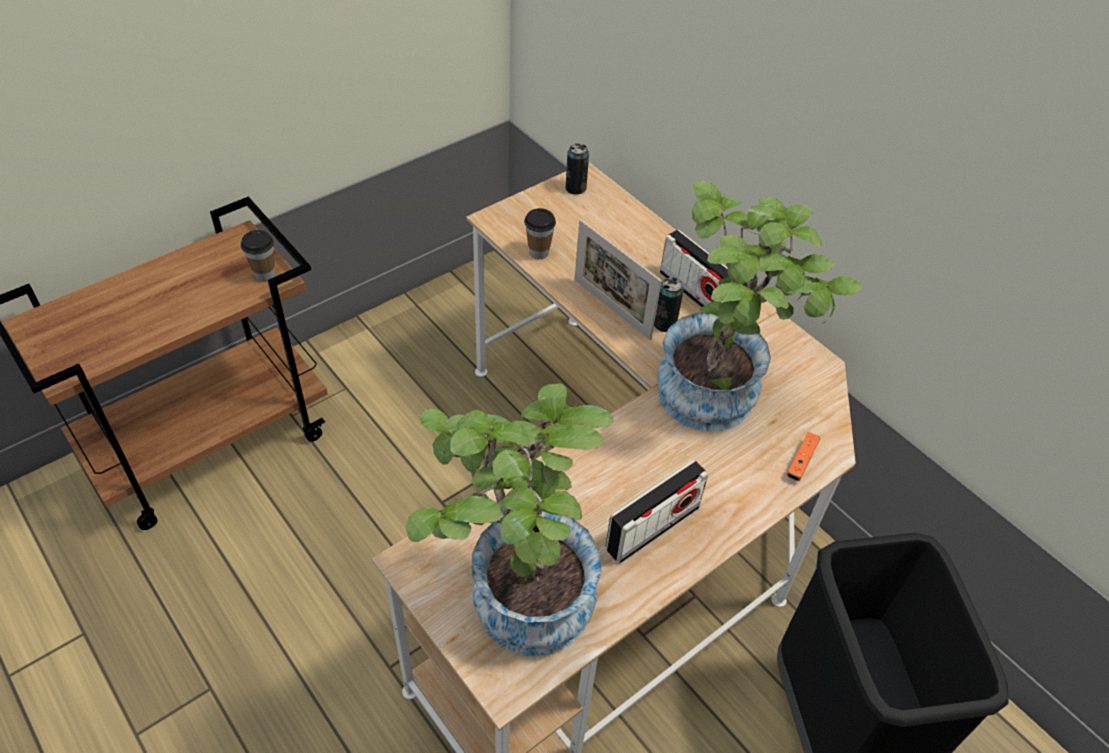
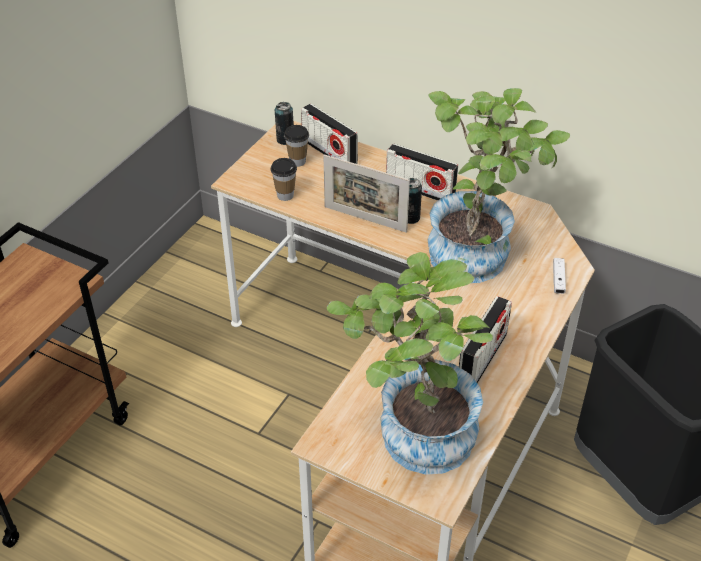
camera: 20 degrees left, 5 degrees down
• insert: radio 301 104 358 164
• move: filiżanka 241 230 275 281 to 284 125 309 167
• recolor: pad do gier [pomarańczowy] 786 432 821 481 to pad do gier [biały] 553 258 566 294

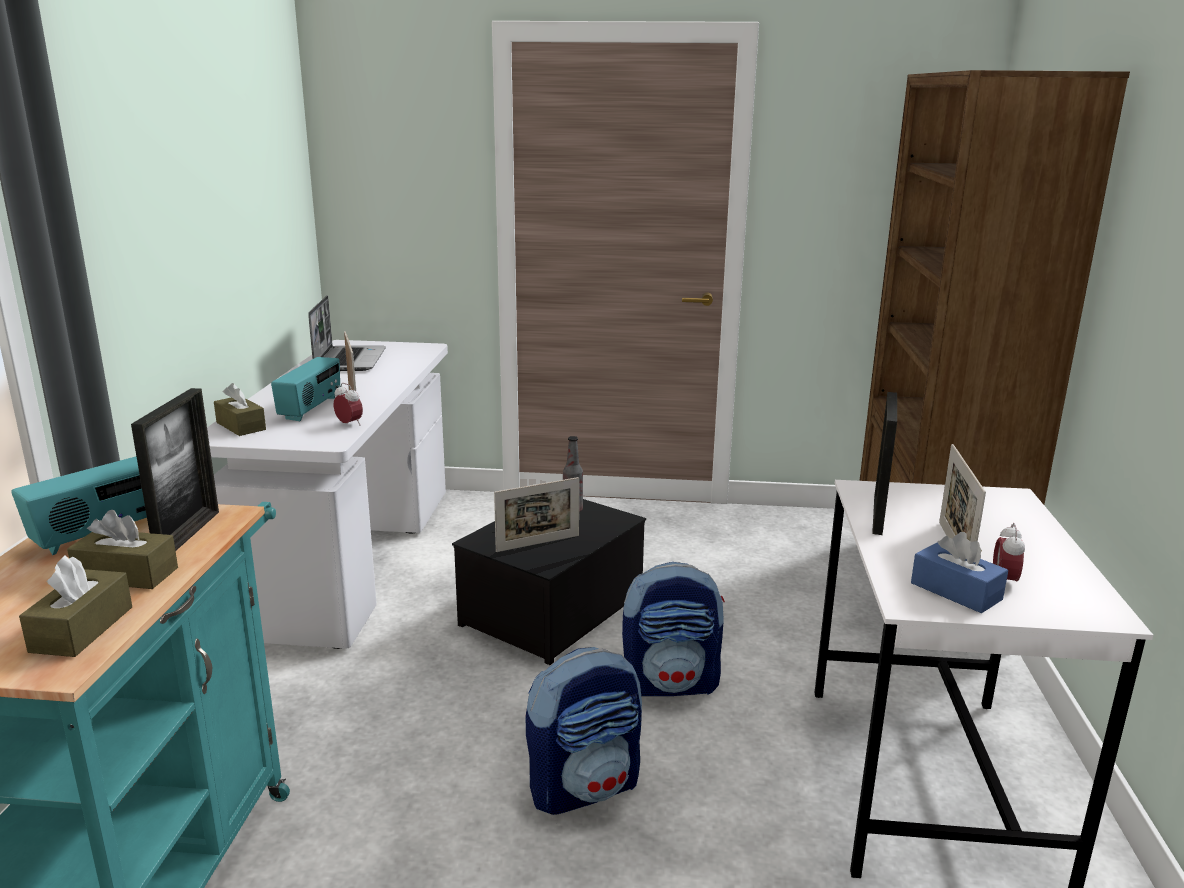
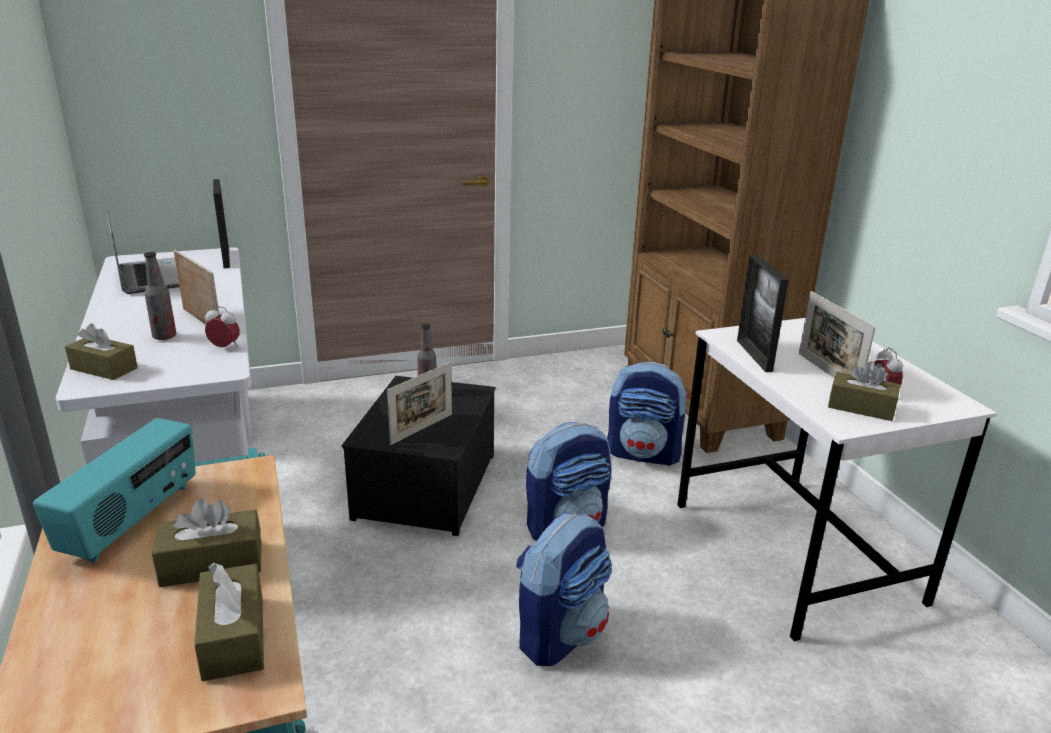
camera: 25 degrees left, 5 degrees up
• insert: plecak 607 361 690 466
• move: ramka na zdjęcie 131 388 219 551 to 213 179 230 268
• replace: radio 271 357 340 421 to butelka 144 252 176 340
• recolor: pudełko chusteczek [niebieski] 911 532 1008 613 to pudełko chusteczek [brązowy] 828 361 900 421

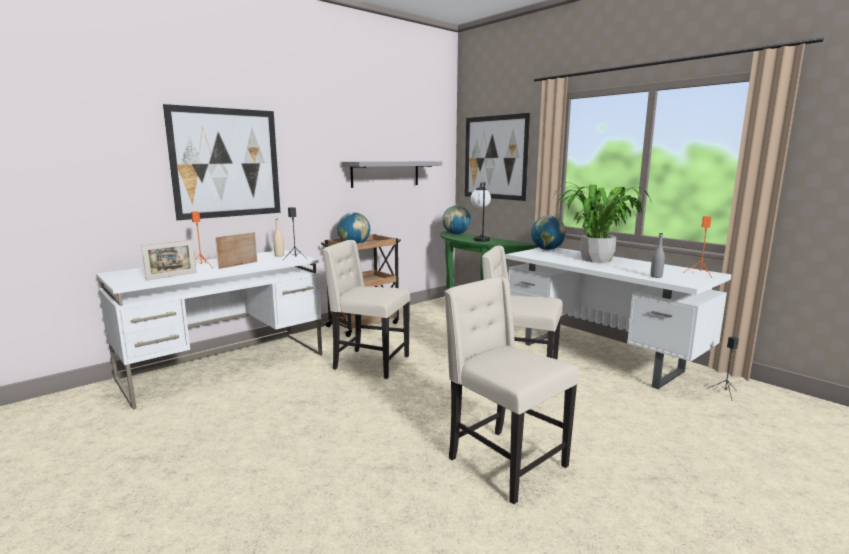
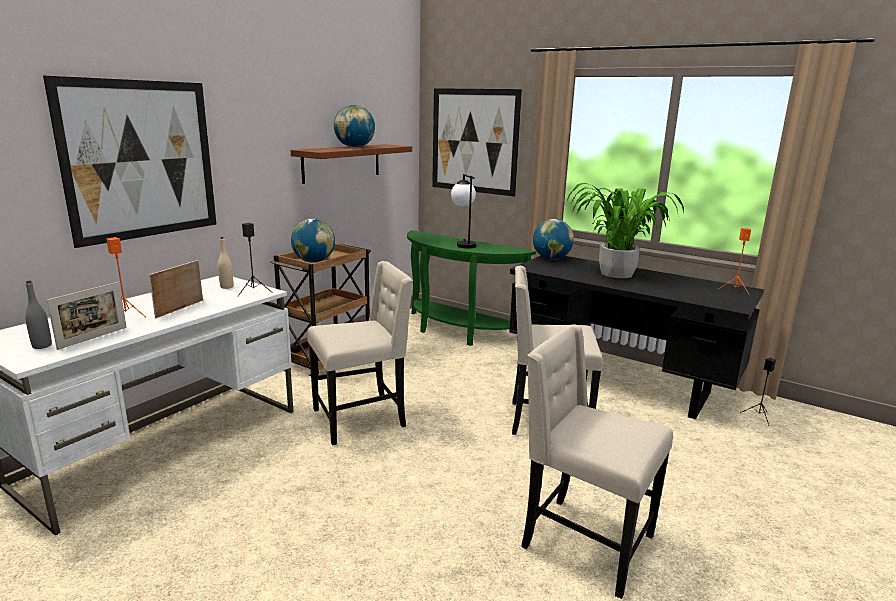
camera: 15 degrees left, 5 degrees up
• move: globus 442 206 471 234 to 334 105 375 148
• move: butelka [szary] 650 233 665 278 to 25 281 52 349
• recolor: półka [szary] 342 161 442 188 to półka [brązowy] 291 144 412 184
• recolor: biurko [biały] 505 248 732 389 to biurko [czarny] 509 256 764 420
• rotate: krzesło [beżowy] 322 240 410 379 = 307 261 413 445 150 degrees clockwise

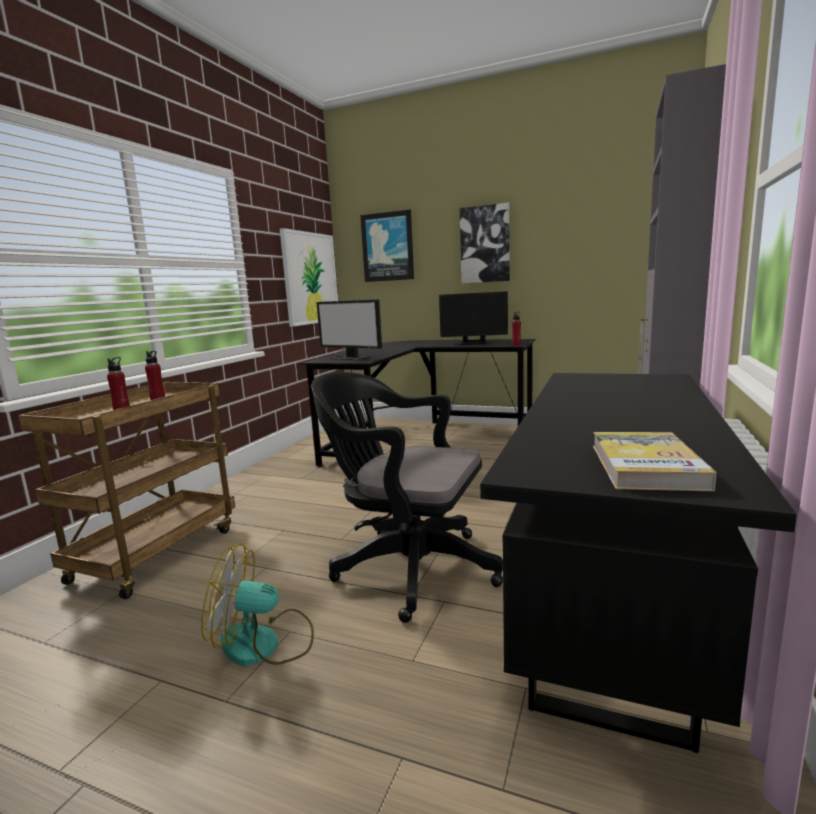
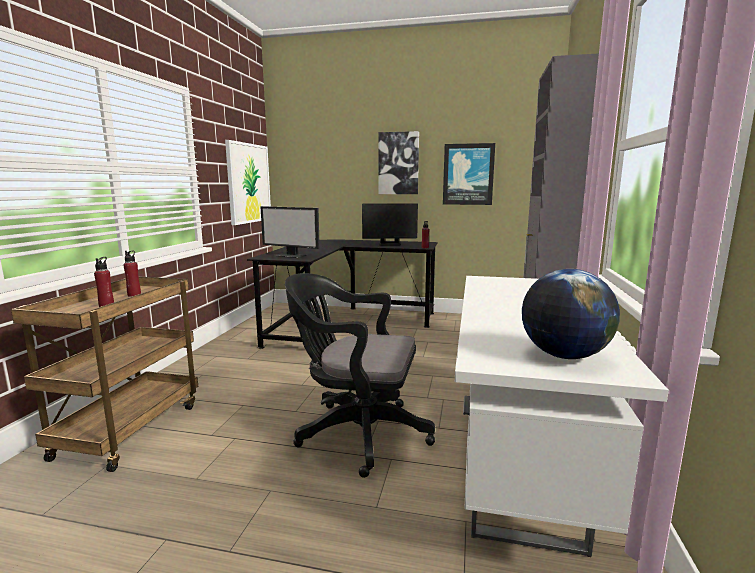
camera: 10 degrees left, 0 degrees up
• delete: wentylator 201 543 314 666
• move: obraz 360 210 414 282 to 443 143 495 205
• replace: książka 593 432 717 491 to globus 522 269 620 359
• recolor: biurko [czarny] 480 373 797 754 to biurko [biały] 455 276 669 557

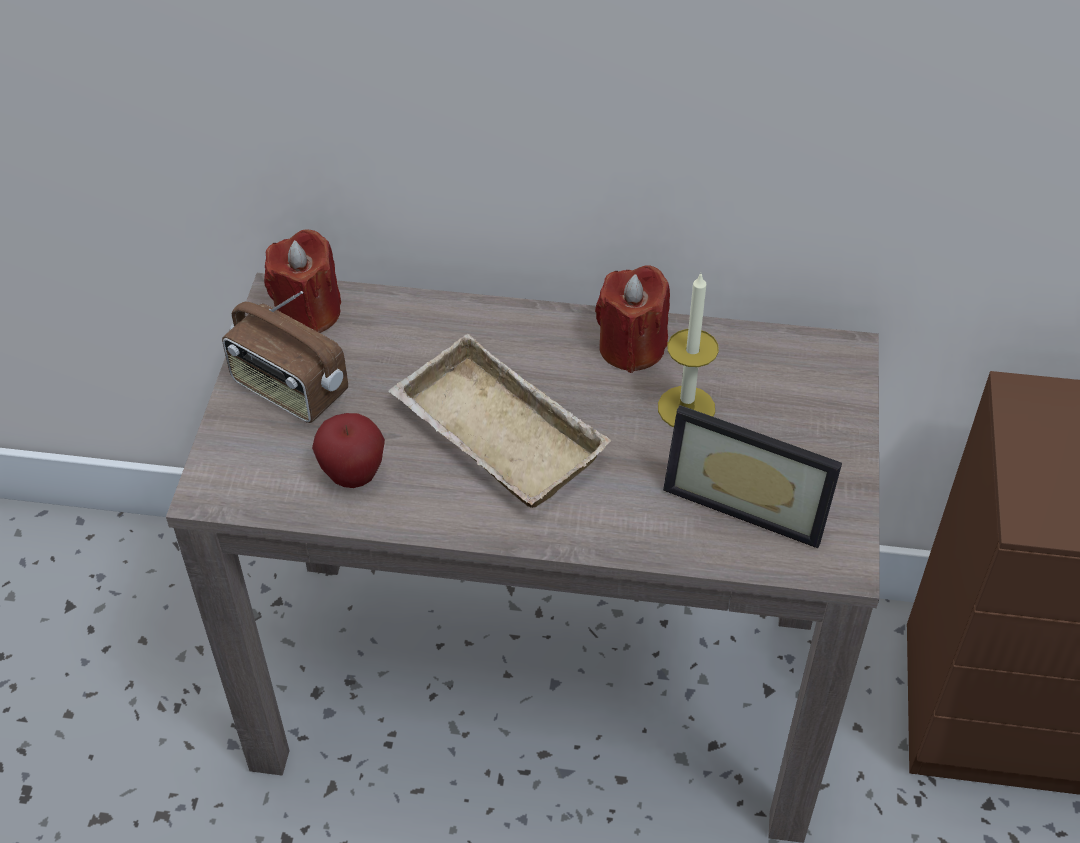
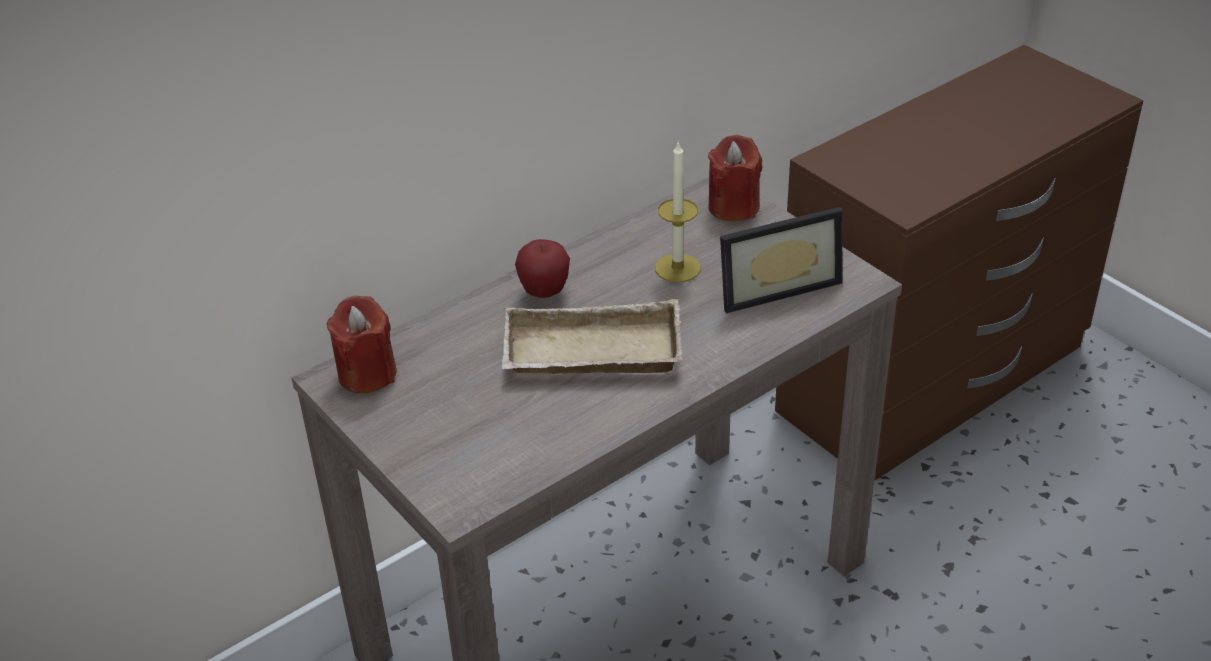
camera: 45 degrees left, 10 degrees down
• delete: radio 222 291 348 423
• move: jabłko 312 413 385 488 to 515 239 570 298
• move: świeca [czerwony] 595 265 670 373 to 708 135 762 221

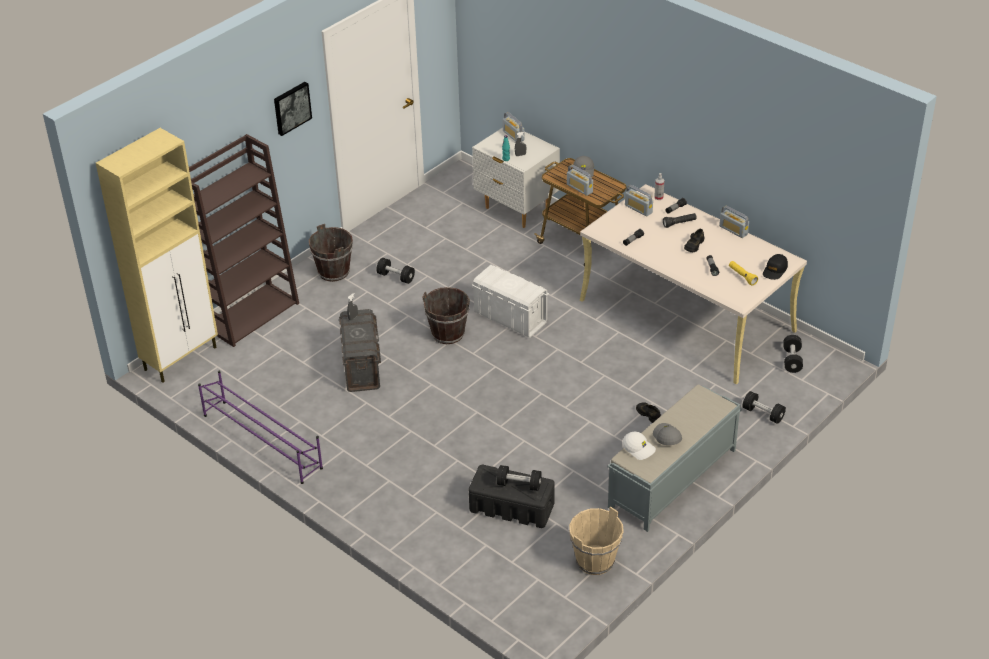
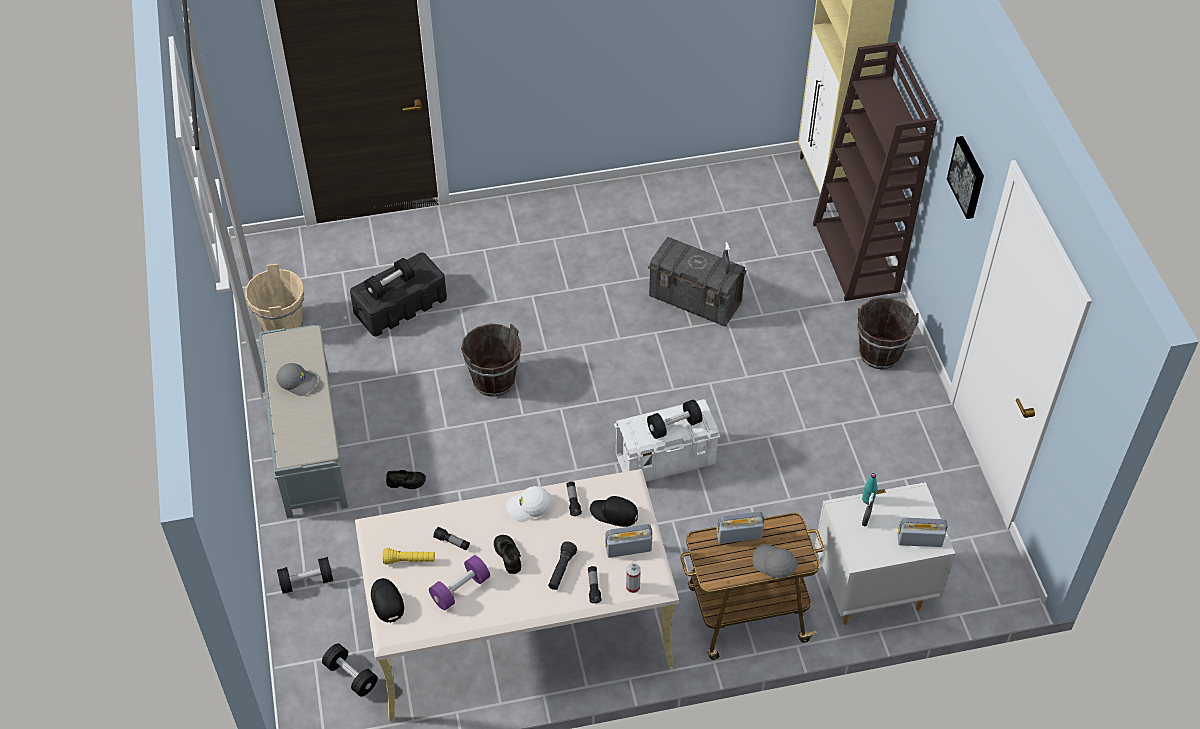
camera: 125 degrees right, 10 degrees up
• delete: regał na buty [fioletowy] 198 370 323 484
• delete: radio 719 206 749 238
• insert: hantel [fioletowy] 429 555 490 610
• insert: czapka z daszkiem [czarny] 590 496 638 527
• move: hantel [czarny] 376 258 415 284 to 647 400 703 439
• move: wiadro [brązowy] 422 287 470 344 to 461 324 522 397
• move: czapka z daszkiem [biały] 623 432 656 460 to 506 486 551 522

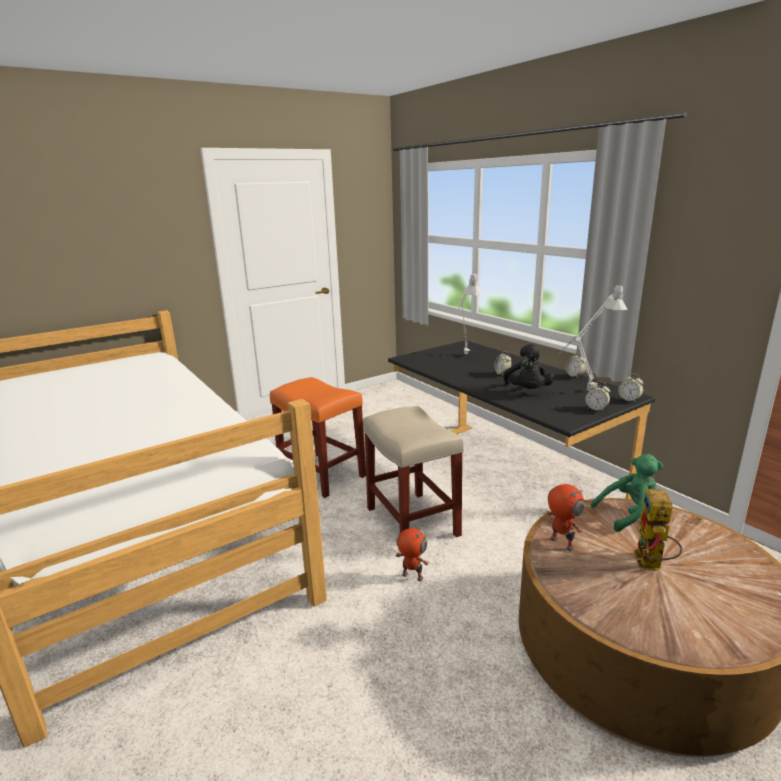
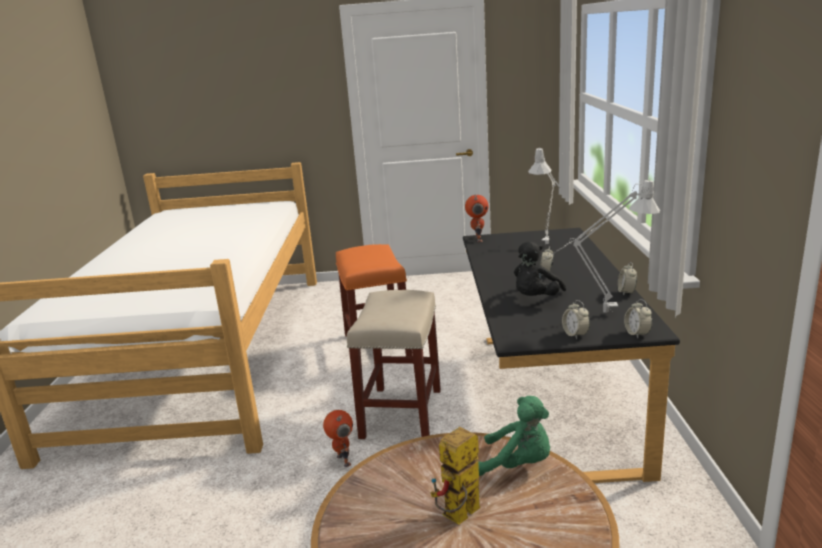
camera: 35 degrees right, 0 degrees up
• move: robot zabawkowy 546 484 585 551 to 465 194 488 242

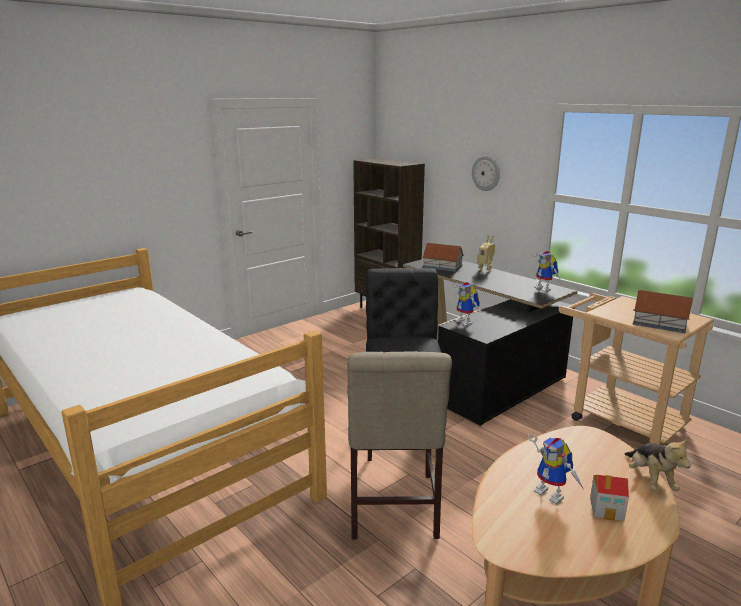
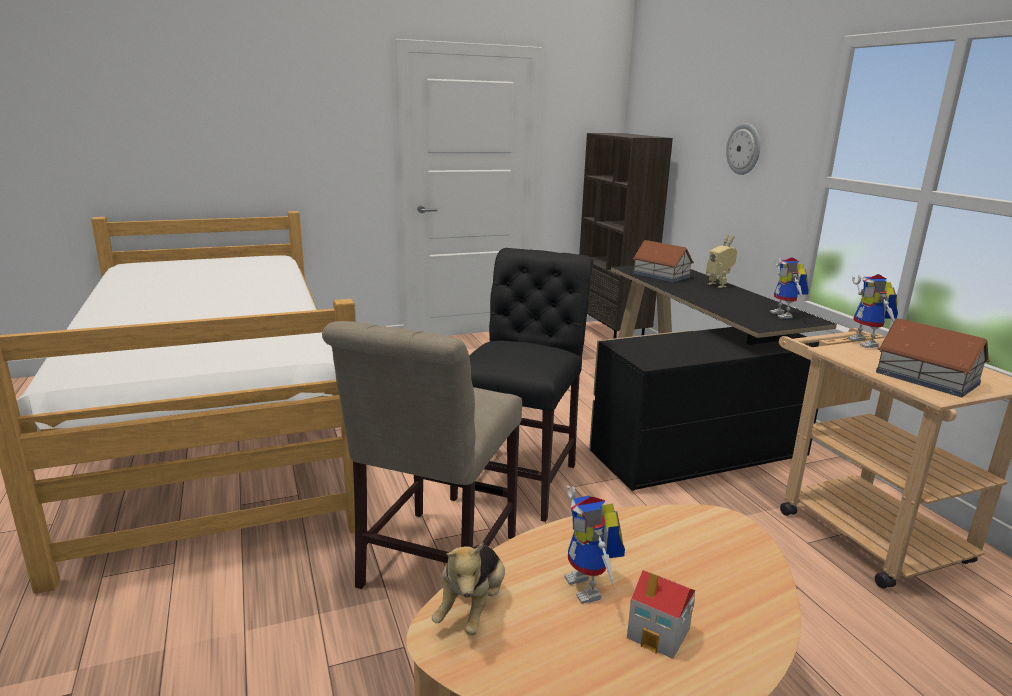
camera: 20 degrees right, 0 degrees up
• move: robot zabawkowy 453 282 480 326 to 847 274 898 348
• move: pluszak 625 438 691 491 to 432 542 505 635

